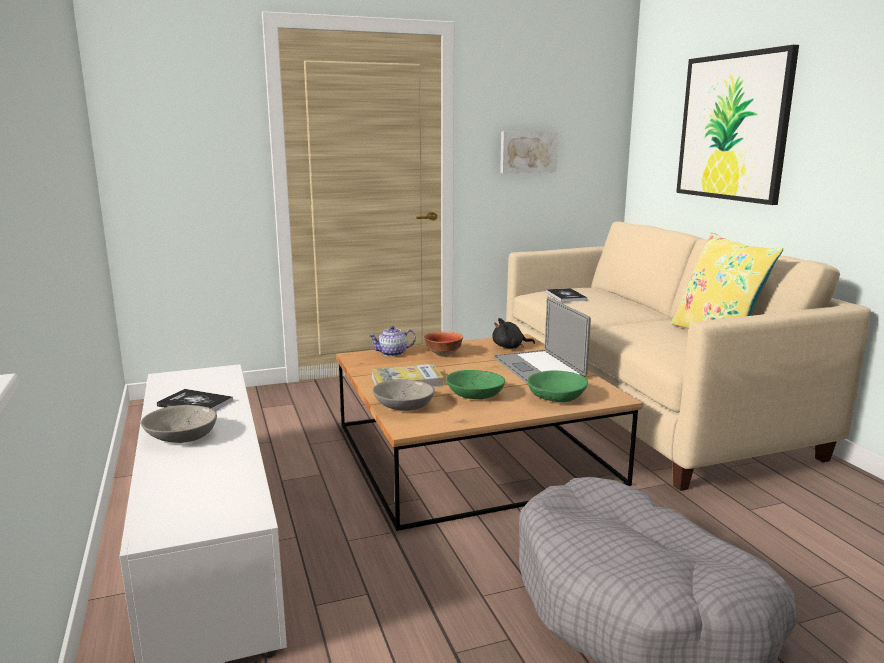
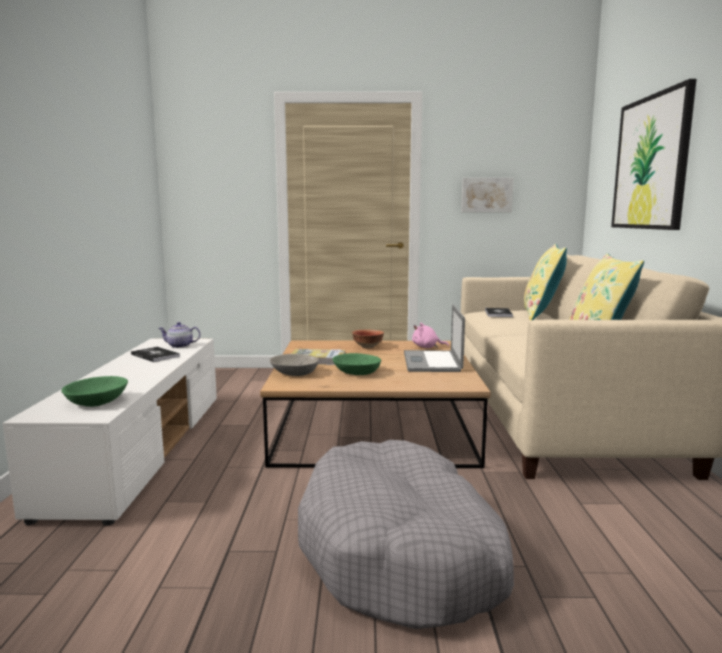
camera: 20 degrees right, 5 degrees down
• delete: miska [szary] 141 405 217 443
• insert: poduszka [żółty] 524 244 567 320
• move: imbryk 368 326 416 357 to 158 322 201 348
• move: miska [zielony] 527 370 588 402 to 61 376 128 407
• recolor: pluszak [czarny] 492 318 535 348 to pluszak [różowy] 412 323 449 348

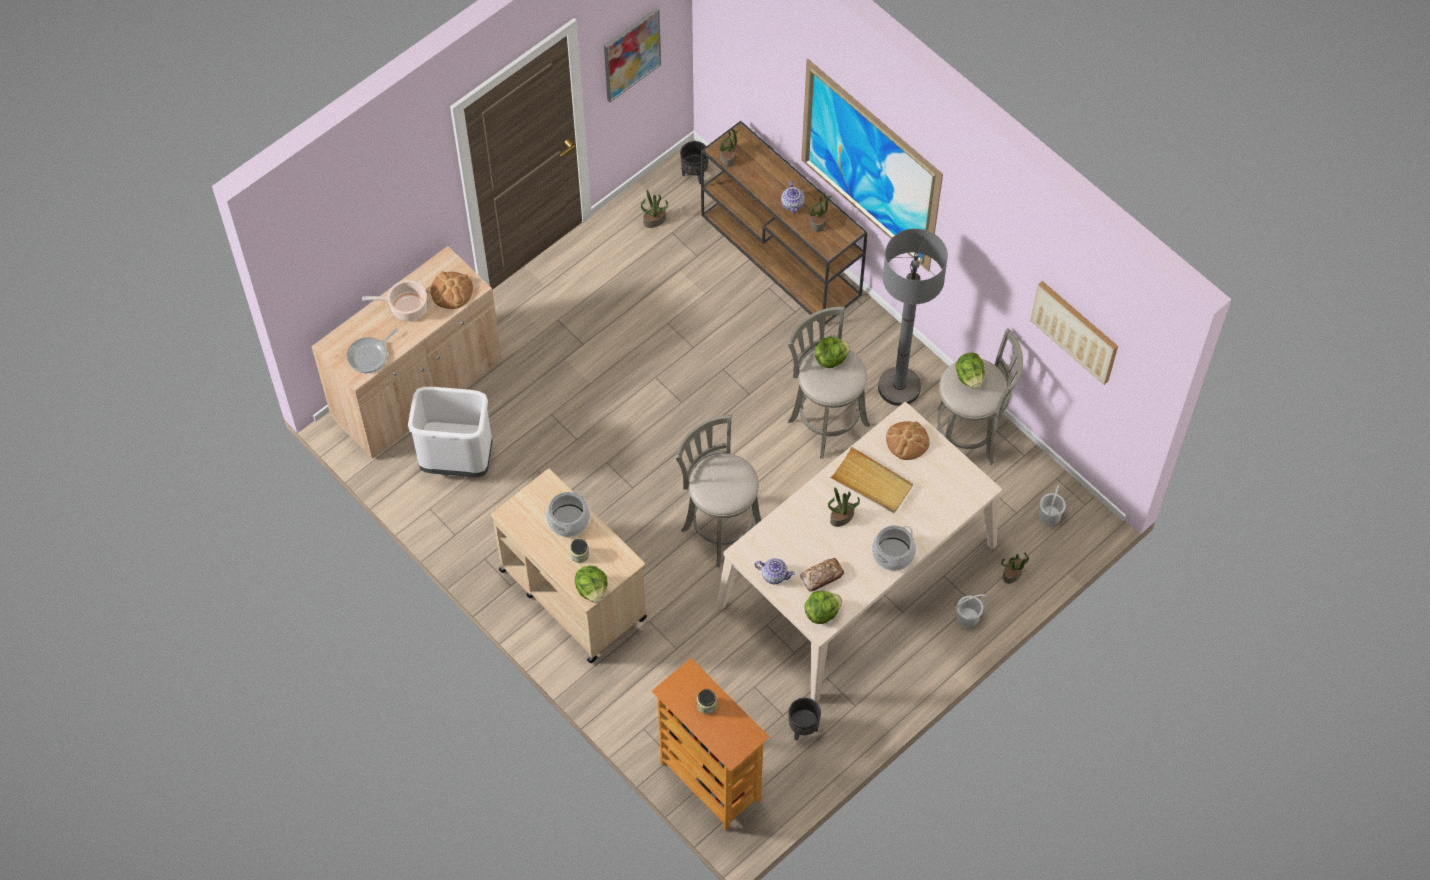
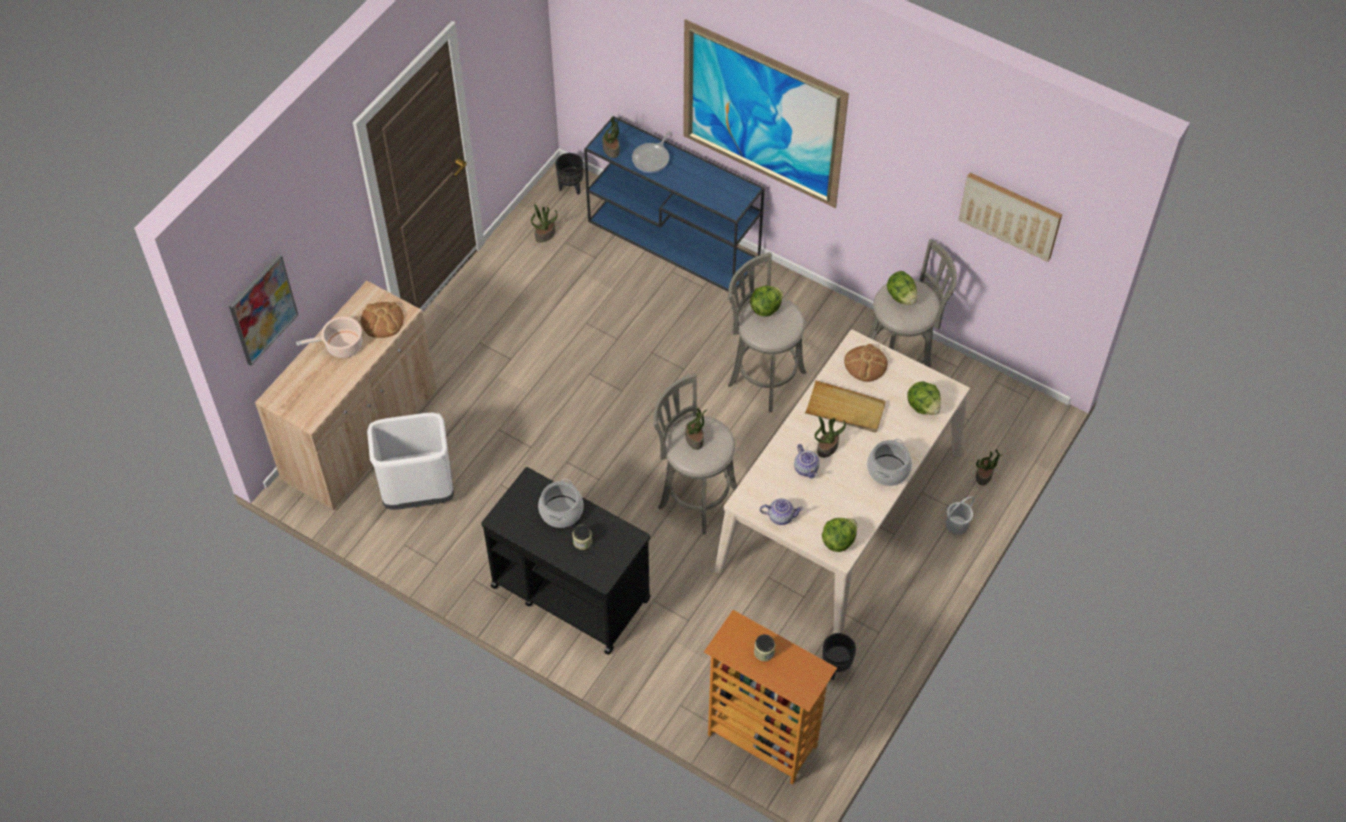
camera: 15 degrees left, 5 degrees down
• delete: chleb 800 558 844 592
• delete: lampa stojąca [szary] 878 229 948 406
• delete: wiadro [biały] 1039 485 1066 525
• move: patelnia 347 329 398 373 to 632 131 671 173
• move: sałata 575 565 608 603 to 907 381 941 415
• move: obraz 604 8 661 102 to 229 254 298 365
• move: imbryk 781 180 805 213 to 794 444 820 478
• move: roślina doniczkowa 809 193 832 232 to 686 408 708 450
• recolor: wózek [beżowy] 491 468 647 663 to wózek [czarny] 481 467 651 655
• recolor: stolik konsolowy [brązowy] 701 121 868 324 to stolik konsolowy [niebieski] 584 116 765 292

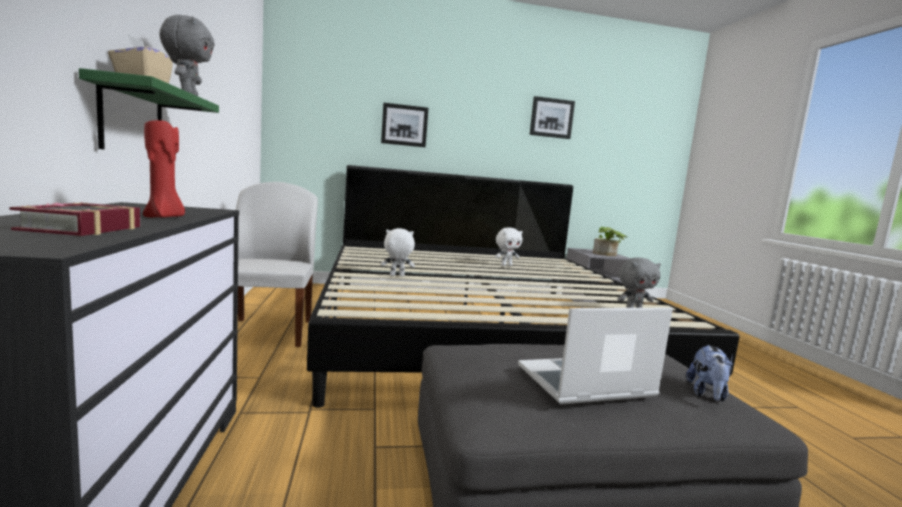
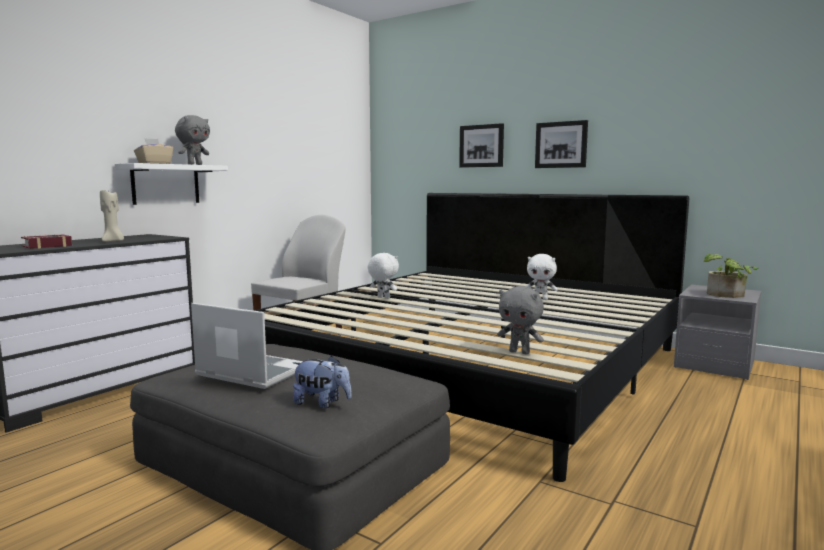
camera: 45 degrees right, 0 degrees up
• move: obraz 530 96 575 139 to 535 120 588 168
• recolor: półka [zielony] 79 68 219 149 to półka [biały] 115 163 228 205
• recolor: świeca [czerwony] 143 119 185 218 to świeca [beżowy] 100 190 124 242
• rotate: pluszak 686 345 733 402 = 293 356 352 408 135 degrees counterclockwise

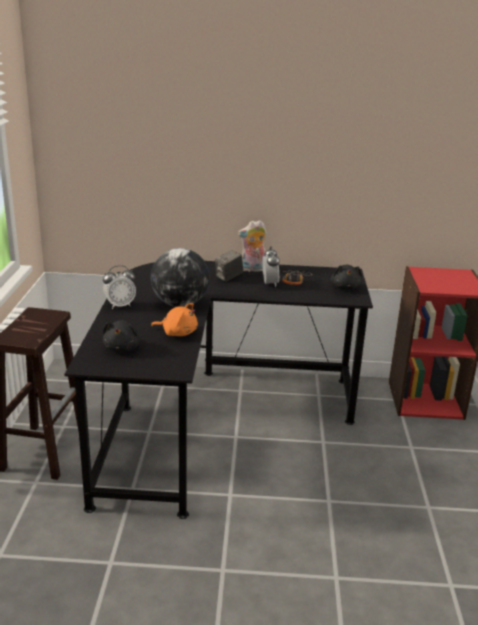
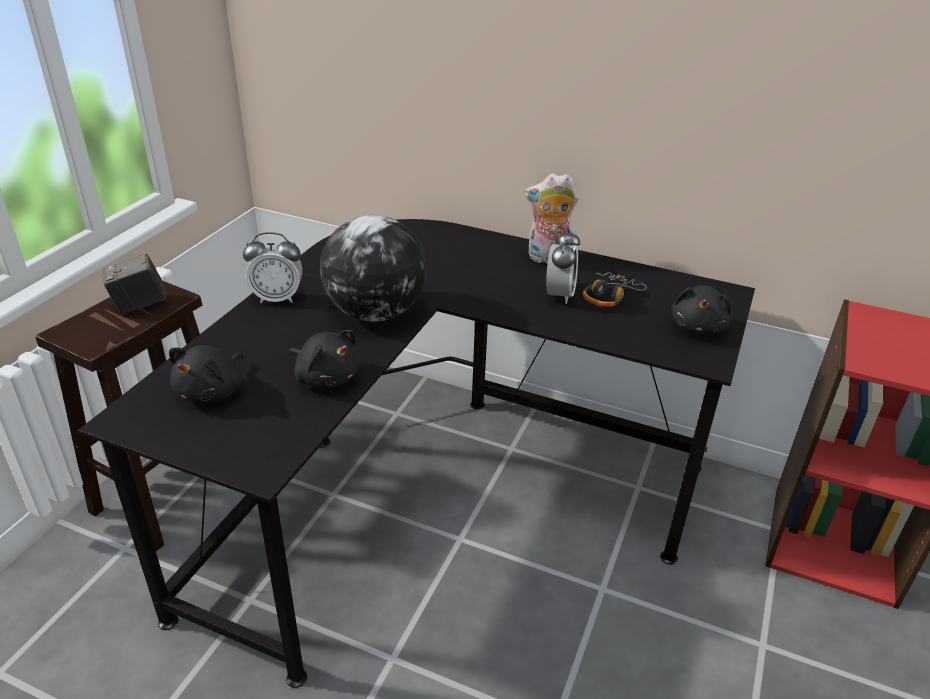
camera: 20 degrees right, 10 degrees up
• move: aparat fotograficzny 215 250 243 282 to 102 254 166 314
• recolor: pluszak [pomarańczowy] 151 303 198 336 to pluszak [czarny] 289 330 360 388

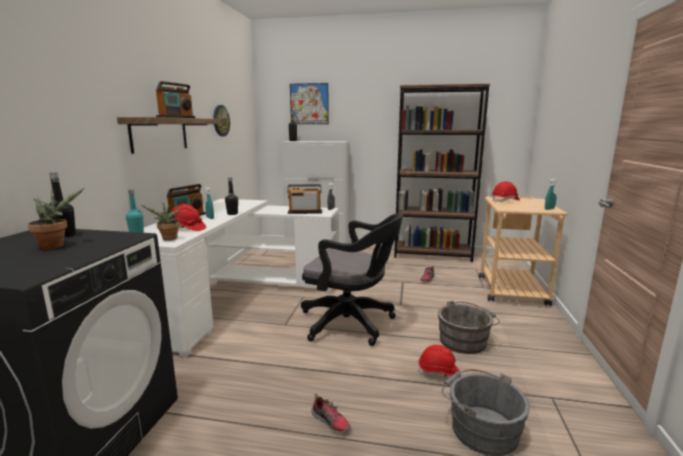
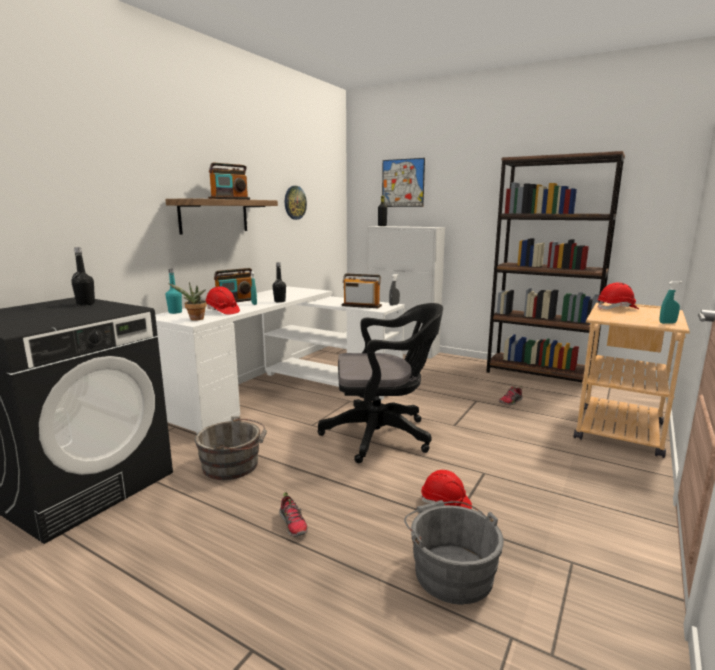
camera: 20 degrees right, 0 degrees up
• delete: roślina doniczkowa 28 187 85 250
• move: wiadro [szary] 438 300 500 354 to 195 416 267 480
• rotate: krzesło biurowe [czarny] 301 213 403 346 = 318 303 443 463 45 degrees counterclockwise

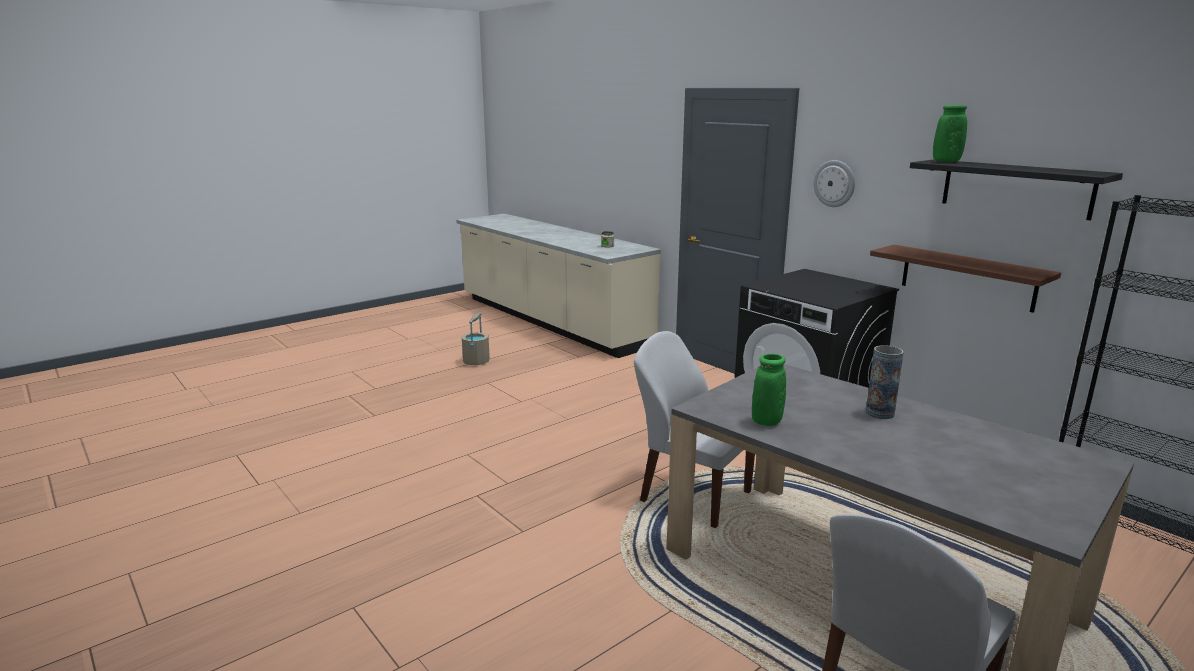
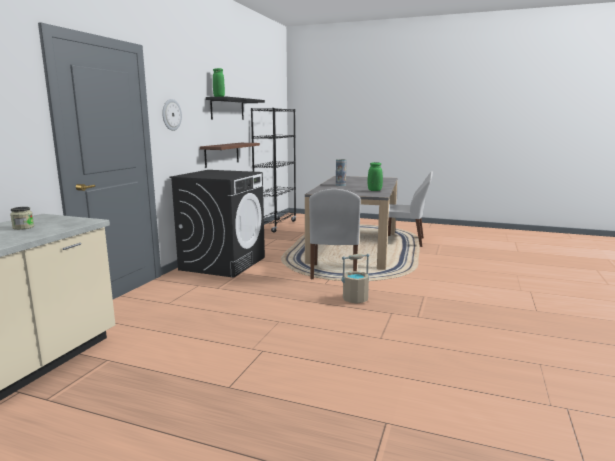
camera: 120 degrees left, 5 degrees down
• move: wiadro [beżowy] 462 312 490 365 to 342 254 370 304

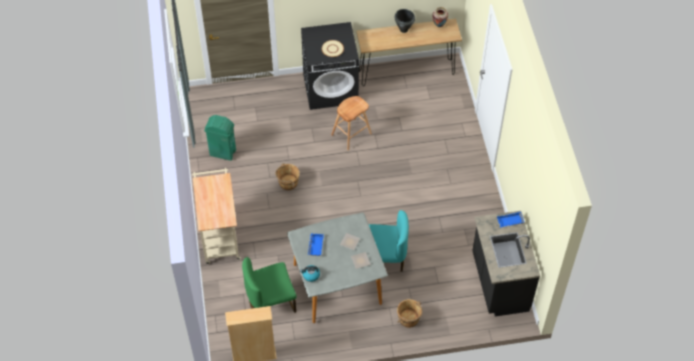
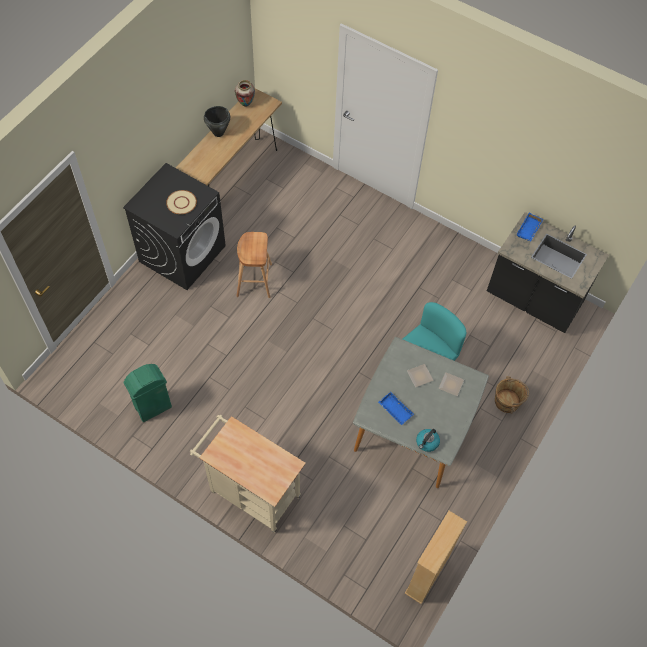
camera: 50 degrees left, 5 degrees up
• delete: krzesło [zielony] 242 257 297 313
• delete: wiadro [brązowy] 275 163 300 190

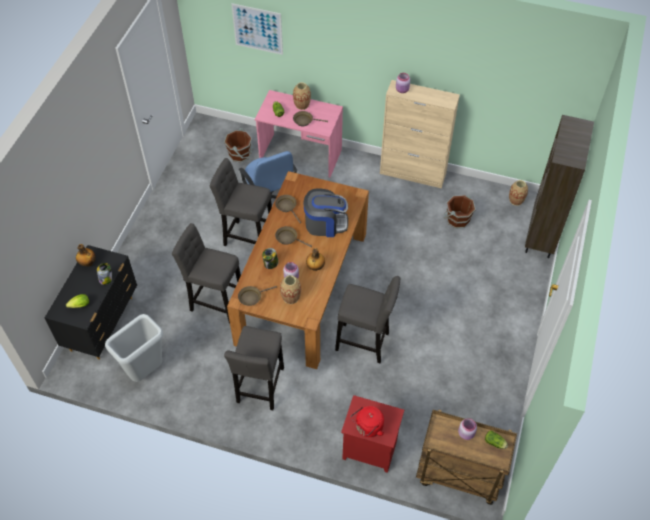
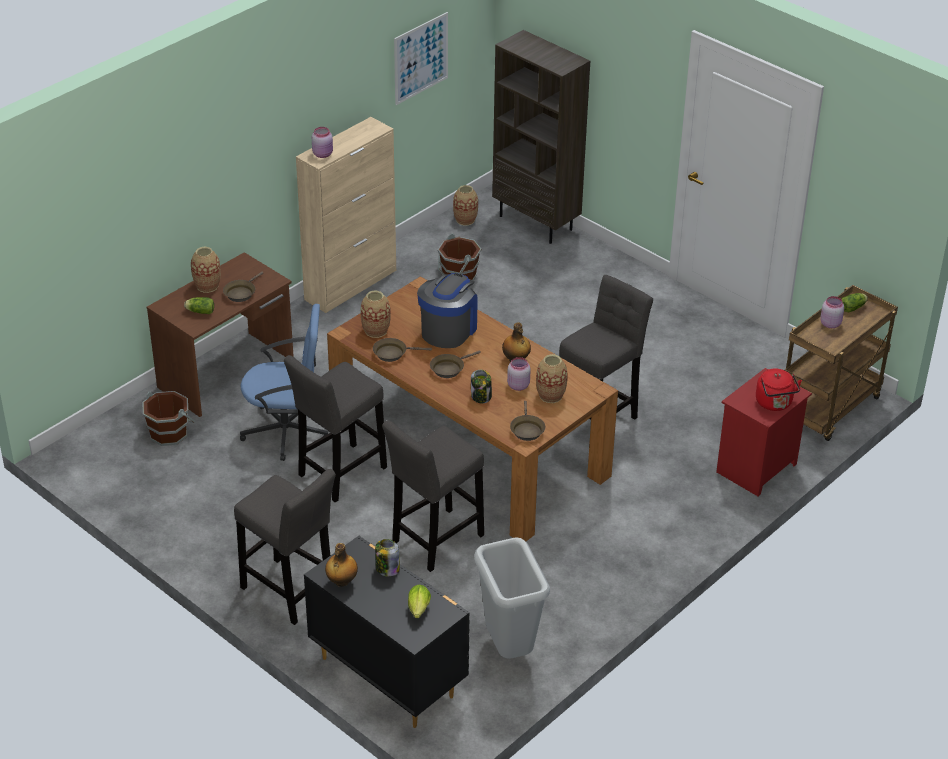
camera: 65 degrees left, 15 degrees down
• insert: wazon 361 290 391 338
• move: stołek [szary] 224 326 284 410 to 234 469 336 625
• move: obraz 231 3 283 55 to 394 12 448 105
• recolor: biurko [różowy] 255 90 343 178 to biurko [brązowy] 147 252 294 417

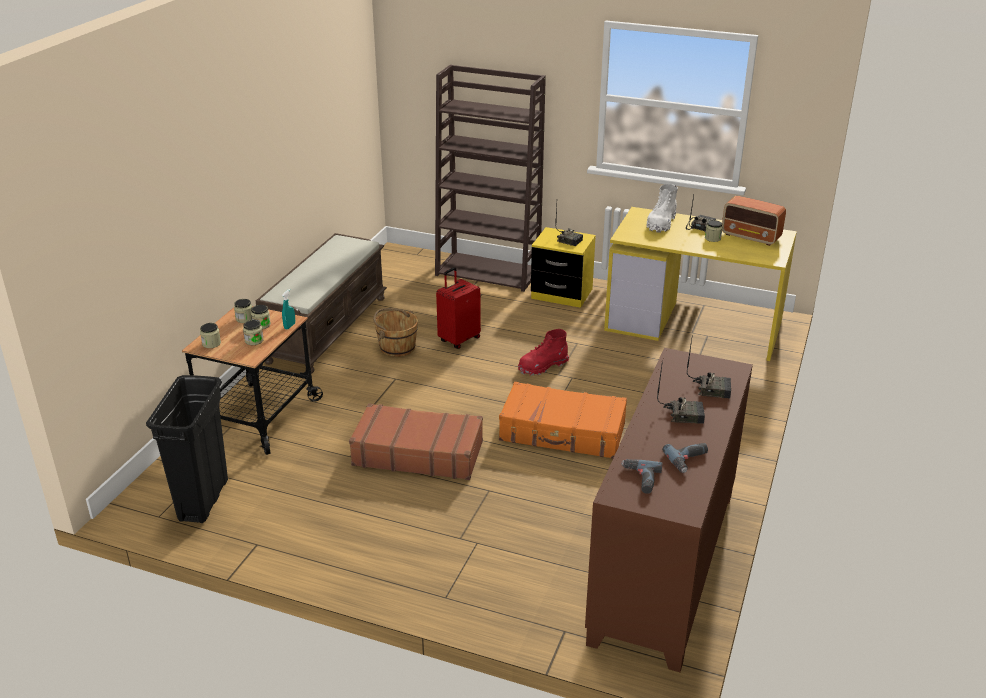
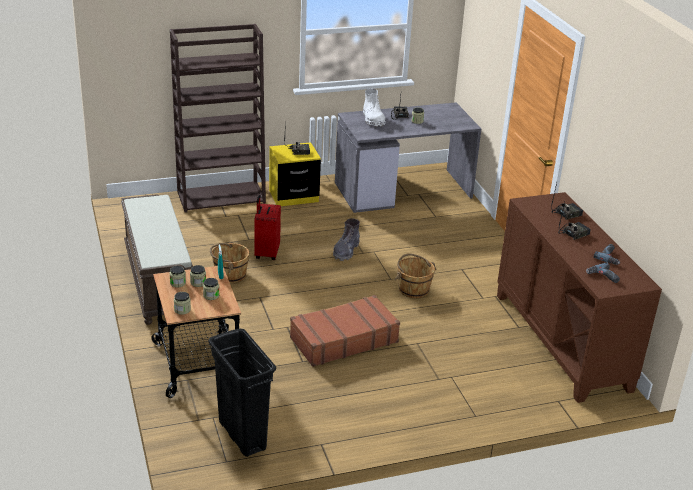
camera: 40 degrees left, 0 degrees up
• delete: radio 722 196 786 246
• replace: walizka [pomarańczowy] 499 382 627 459 to wiadro [brązowy] 395 253 437 298
• recolor: but z cholewką [czerwony] 518 329 569 376 to but z cholewką [szary] 333 218 360 261
• recolor: biurko [żółty] 604 207 797 361 to biurko [szary] 335 102 481 213

